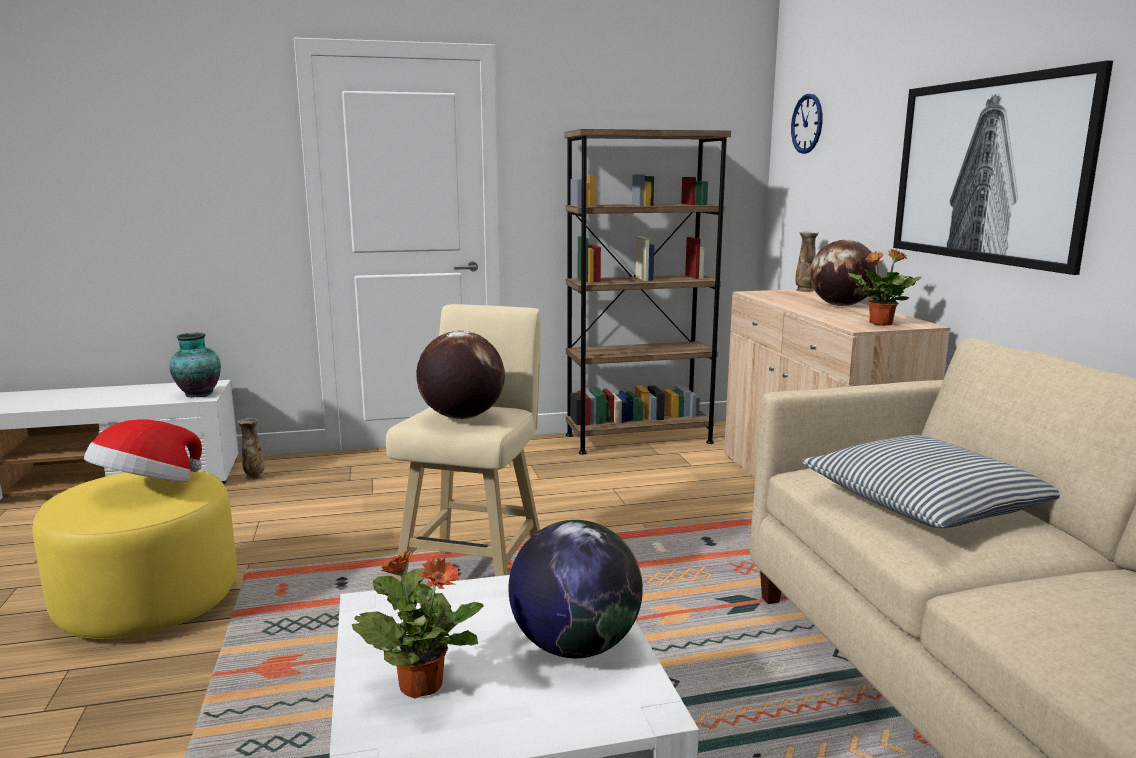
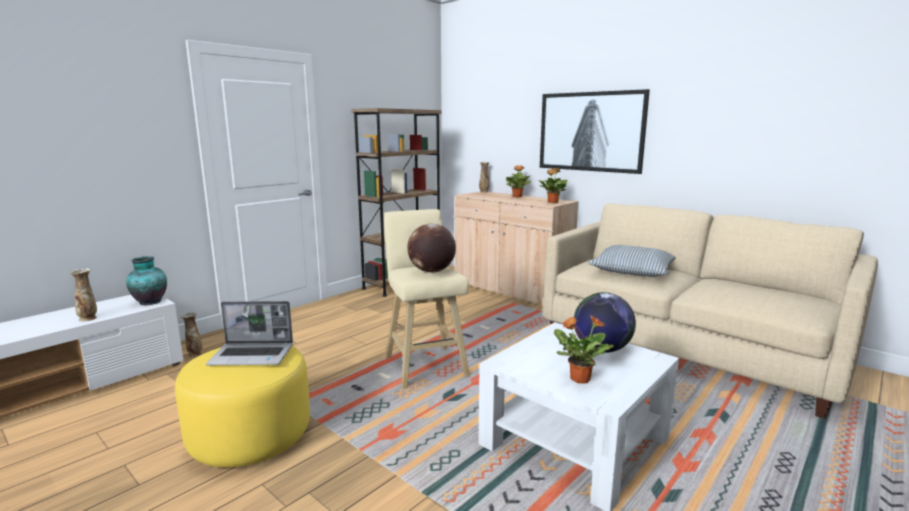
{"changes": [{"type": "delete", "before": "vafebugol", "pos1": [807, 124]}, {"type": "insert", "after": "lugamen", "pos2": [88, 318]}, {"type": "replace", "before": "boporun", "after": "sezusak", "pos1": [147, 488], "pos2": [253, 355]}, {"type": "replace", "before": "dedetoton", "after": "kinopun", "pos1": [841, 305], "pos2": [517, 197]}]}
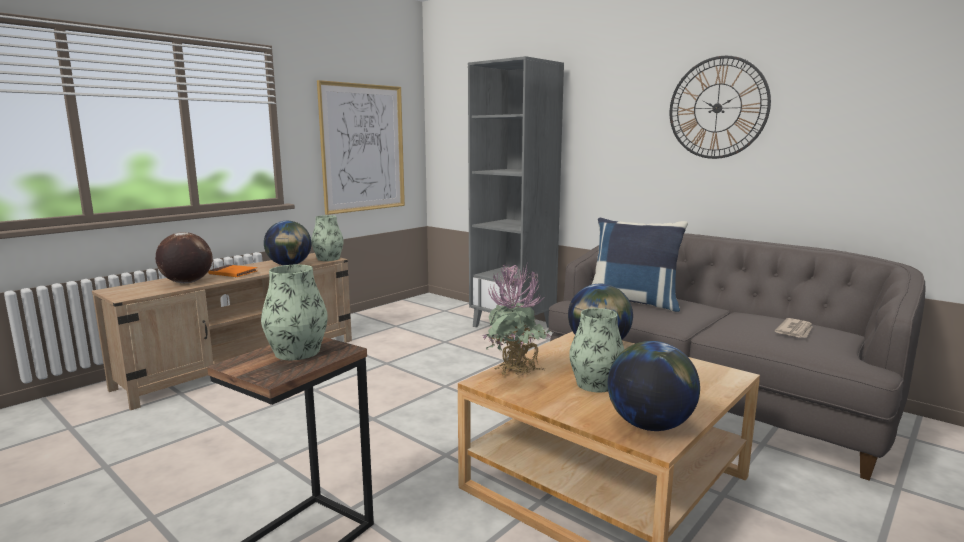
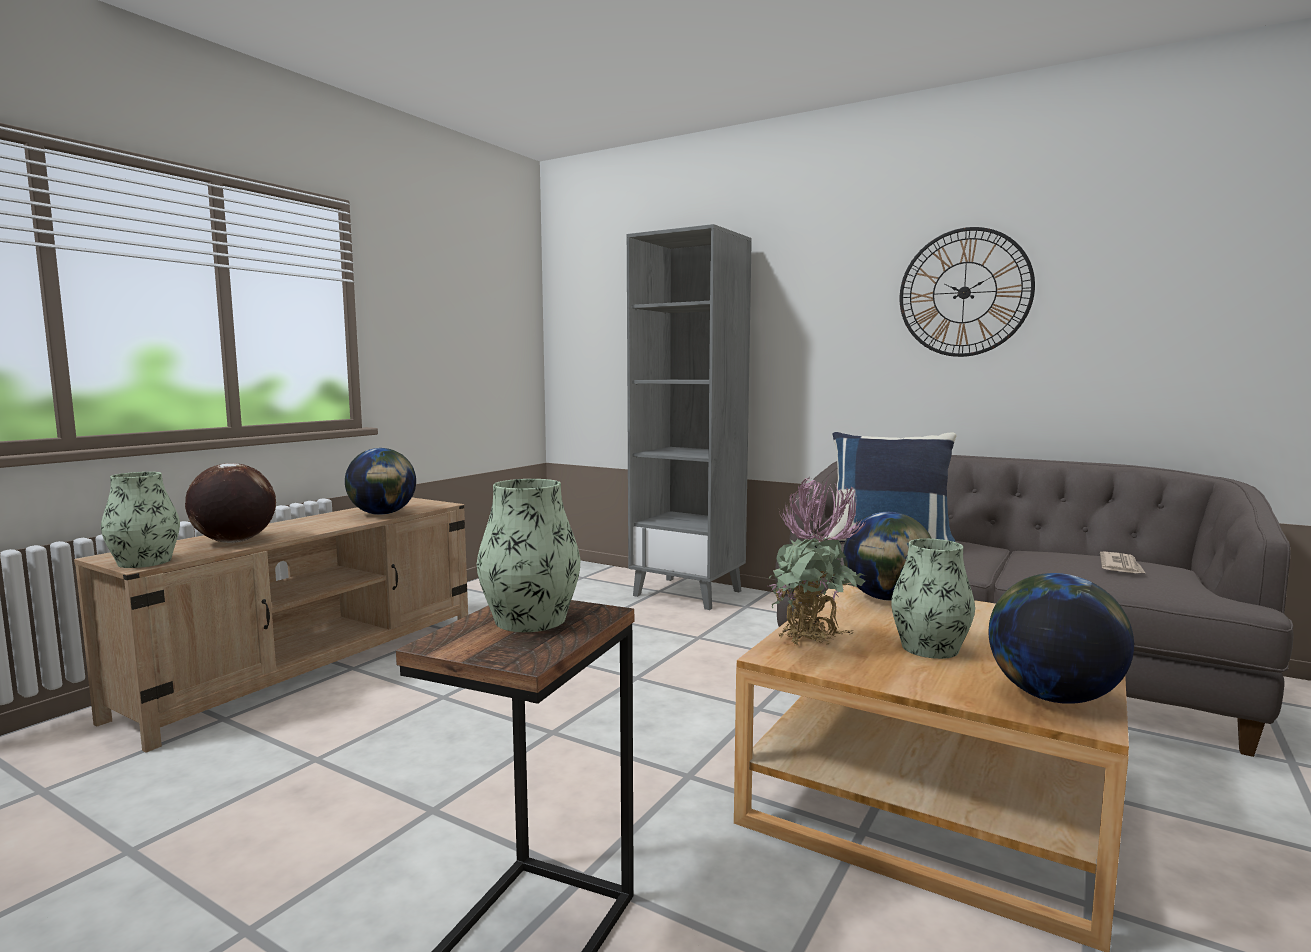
{"changes": [{"type": "delete", "before": "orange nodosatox", "pos1": [233, 273]}, {"type": "delete", "before": "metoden", "pos1": [363, 148]}, {"type": "move", "before": "lugamen", "pos1": [328, 258], "pos2": [145, 562]}]}
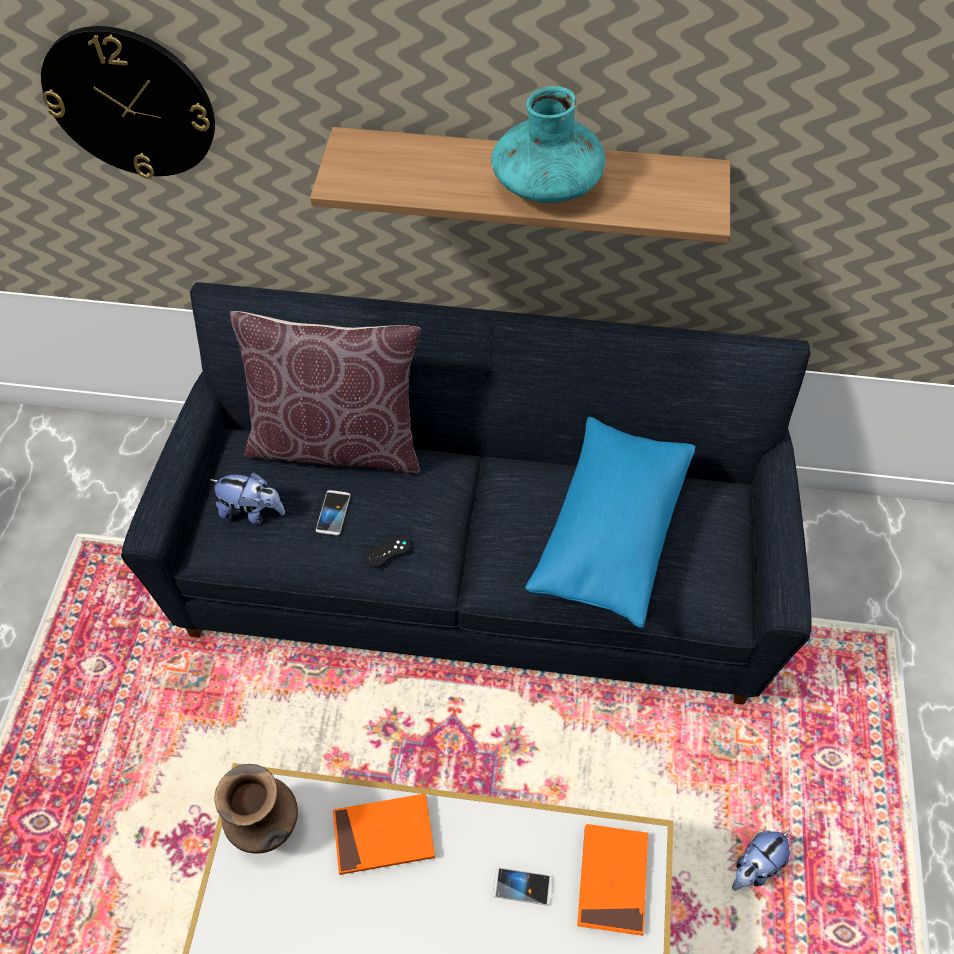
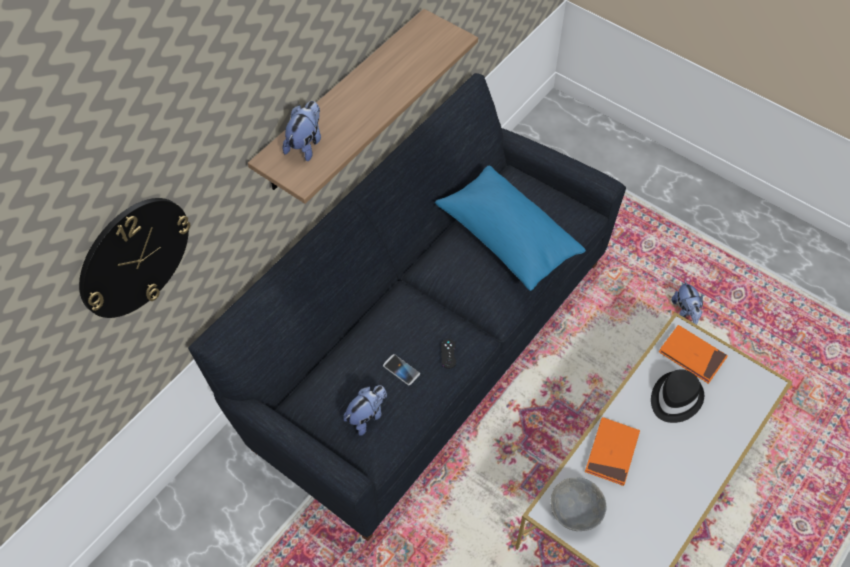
{"changes": [{"type": "delete", "before": "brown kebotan", "pos1": [337, 443]}, {"type": "delete", "before": "turquoise lugamen", "pos1": [546, 185]}, {"type": "insert", "after": "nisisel", "pos2": [306, 144]}, {"type": "replace", "before": "brown lugamen", "after": "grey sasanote", "pos1": [268, 828], "pos2": [575, 512]}, {"type": "replace", "before": "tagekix", "after": "black boporun", "pos1": [522, 886], "pos2": [675, 398]}]}
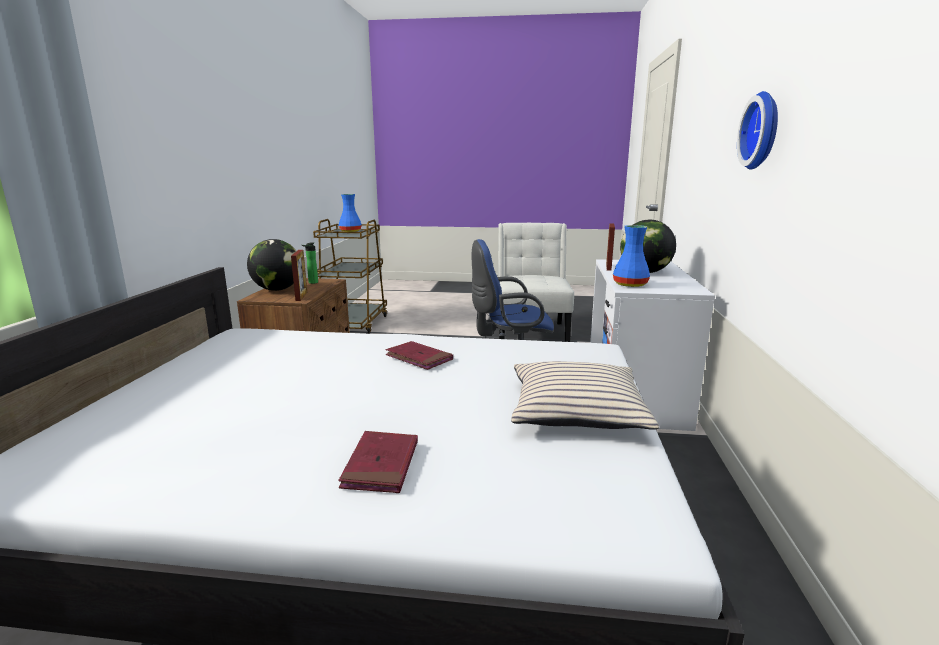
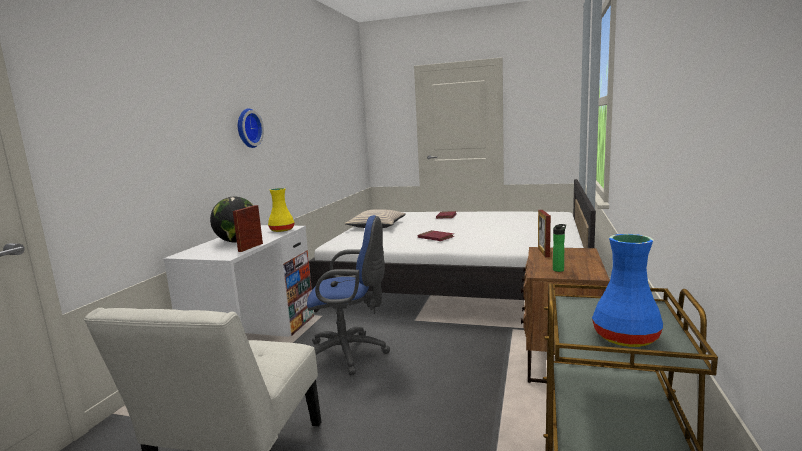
{"changes": [{"type": "delete", "before": "dedetoton", "pos1": [277, 289]}, {"type": "recolor", "before": "blue lugamen", "after": "yellow lugamen", "pos1": [631, 285], "pos2": [282, 230]}]}
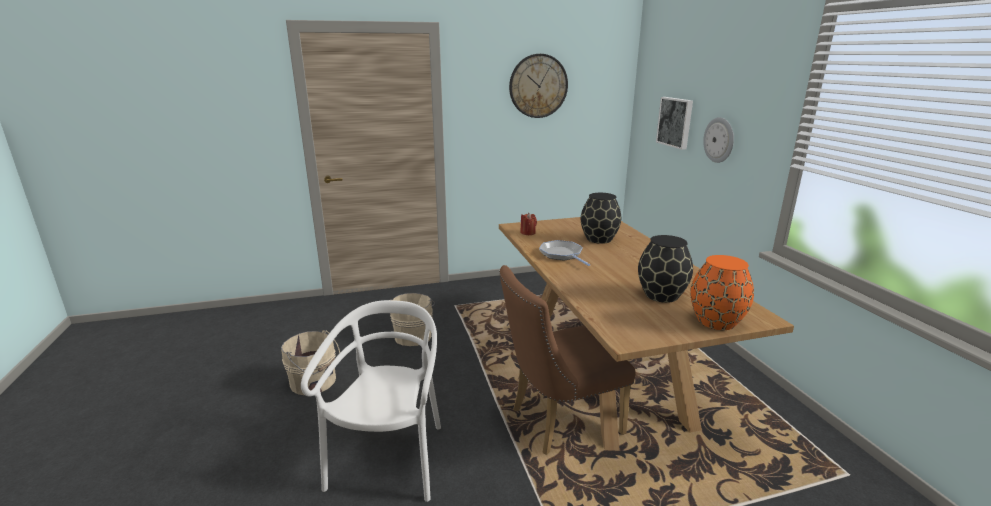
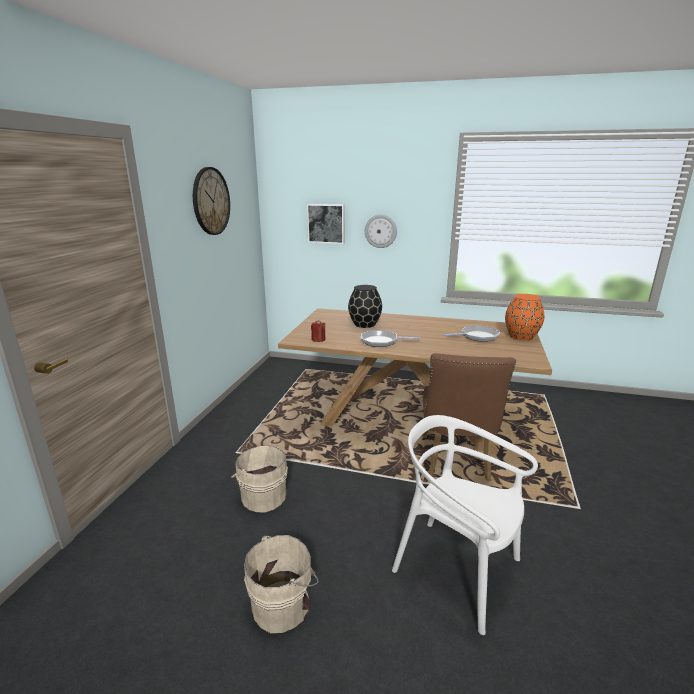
{"changes": [{"type": "replace", "before": "black lugamen", "after": "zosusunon", "pos1": [661, 295], "pos2": [477, 336]}]}
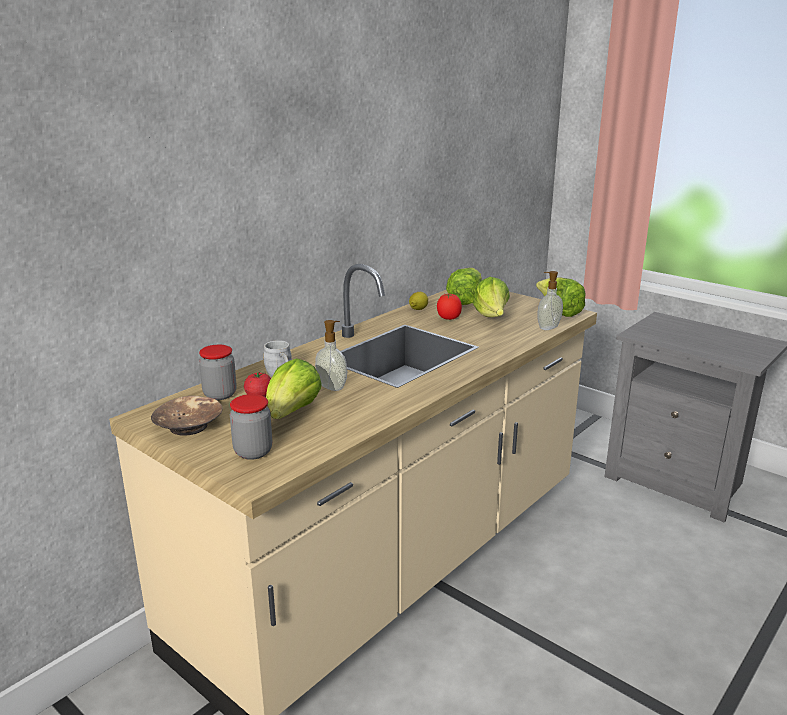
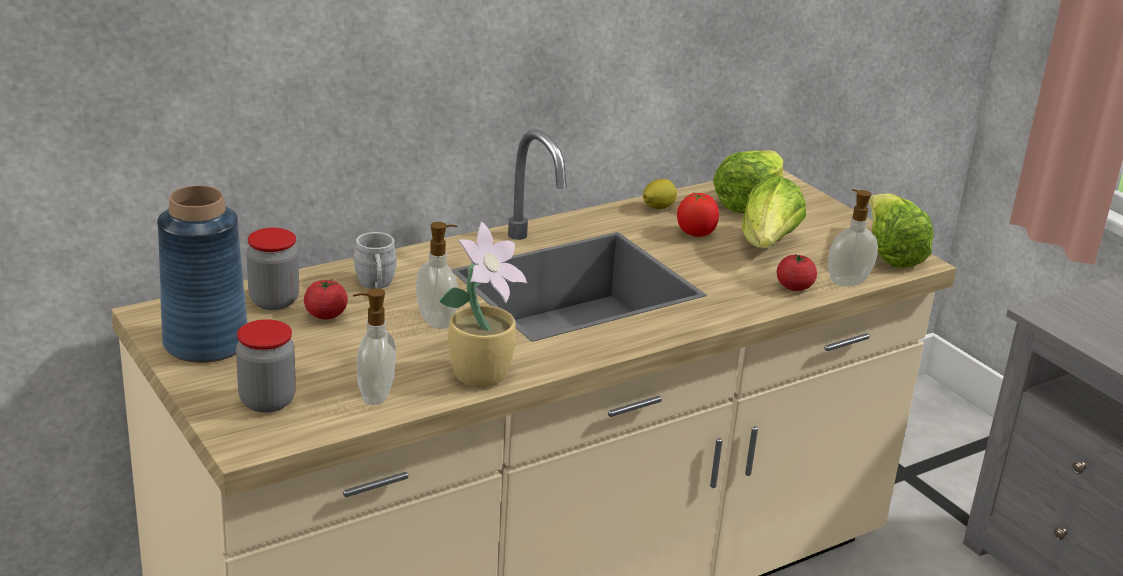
{"changes": [{"type": "delete", "before": "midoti", "pos1": [291, 414]}, {"type": "insert", "after": "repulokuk", "pos2": [374, 395]}, {"type": "insert", "after": "kinopun", "pos2": [483, 374]}, {"type": "insert", "after": "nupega", "pos2": [794, 287]}, {"type": "replace", "before": "brown sasanote", "after": "blue lugamen", "pos1": [189, 426], "pos2": [206, 343]}]}
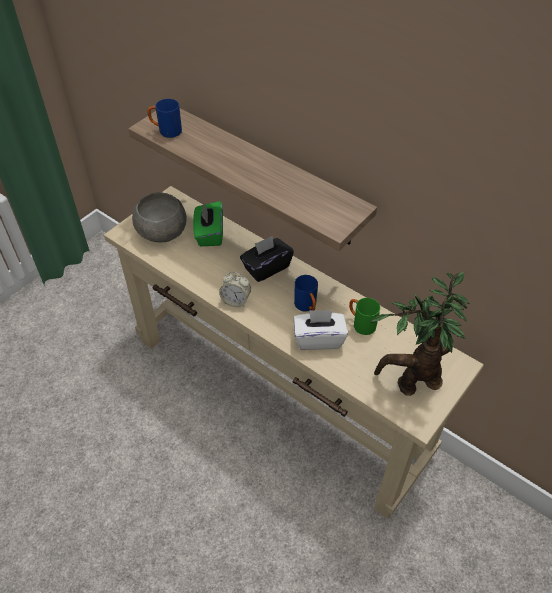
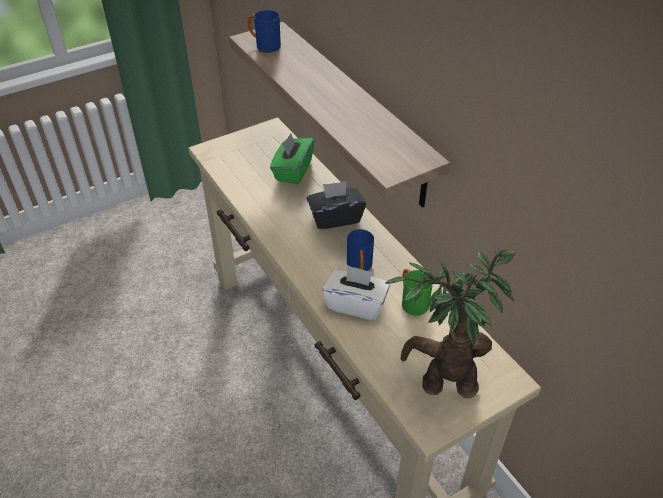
{"changes": [{"type": "delete", "before": "grey sasanote", "pos1": [162, 232]}, {"type": "delete", "before": "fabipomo", "pos1": [236, 301]}]}
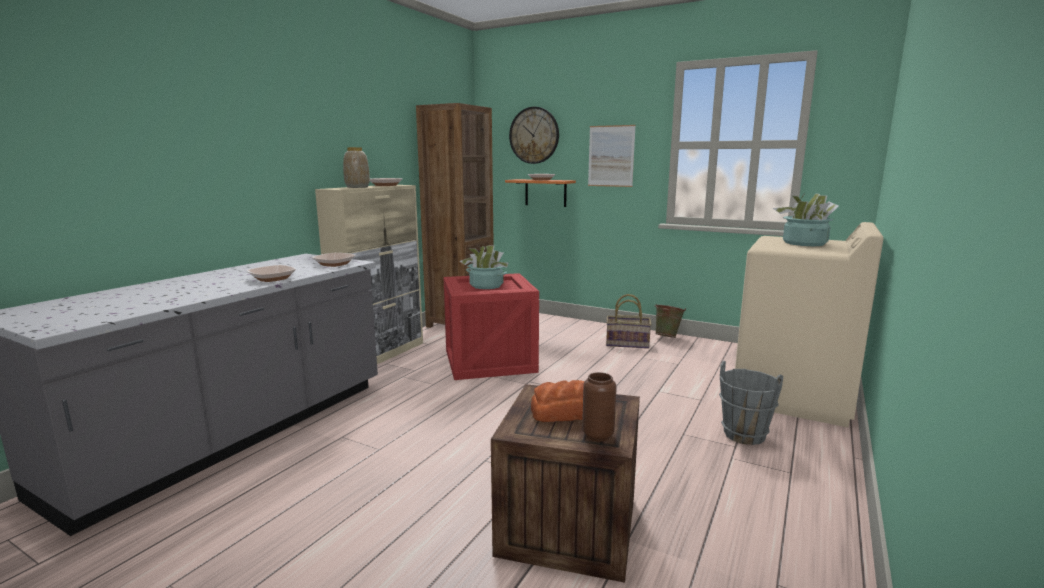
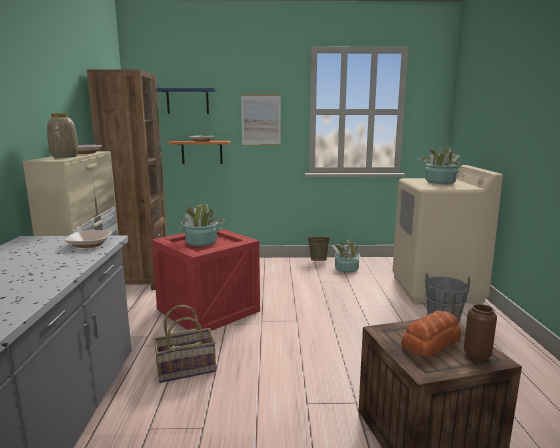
{"changes": [{"type": "delete", "before": "sasanote", "pos1": [272, 279]}, {"type": "insert", "after": "kinopun", "pos2": [346, 269]}, {"type": "move", "before": "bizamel", "pos1": [627, 343], "pos2": [186, 369]}, {"type": "replace", "before": "vafebugol", "after": "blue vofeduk", "pos1": [534, 135], "pos2": [187, 101]}]}
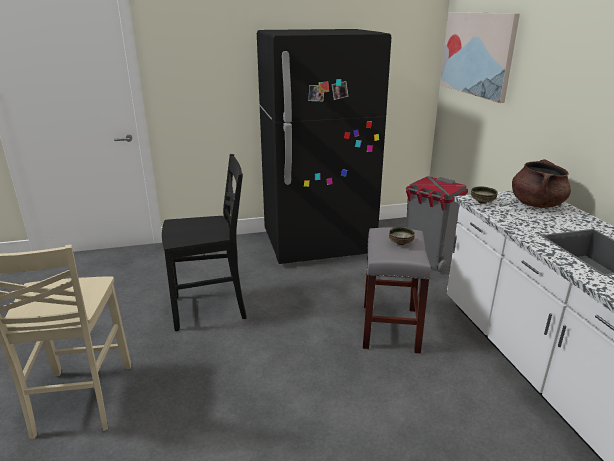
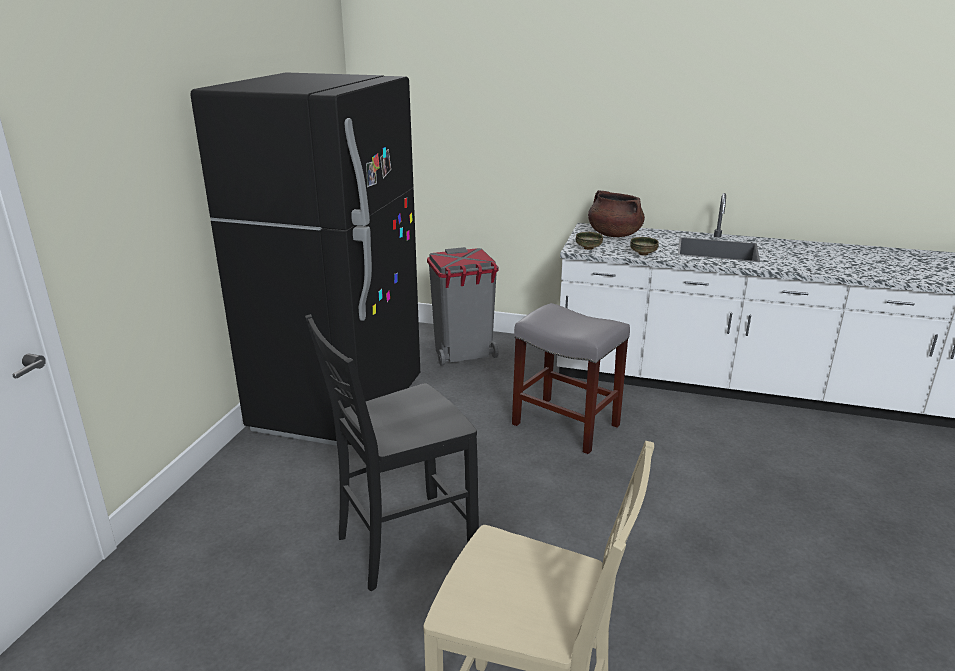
{"changes": [{"type": "delete", "before": "metoden", "pos1": [477, 54]}, {"type": "move", "before": "sasanote", "pos1": [401, 243], "pos2": [643, 254]}, {"type": "rotate", "before": "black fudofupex", "pos1": [211, 309], "pos2": [402, 544], "turn": -135}]}
